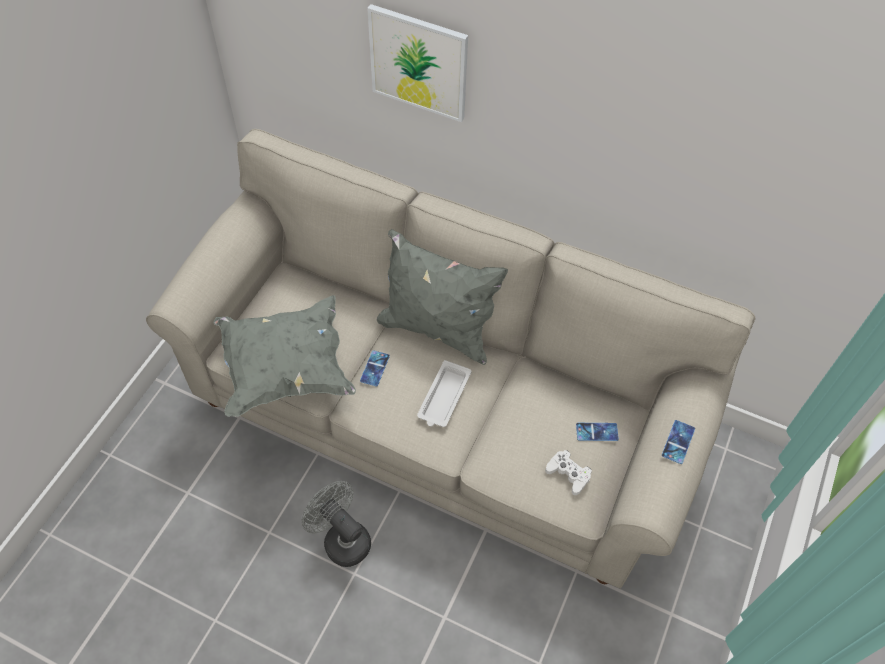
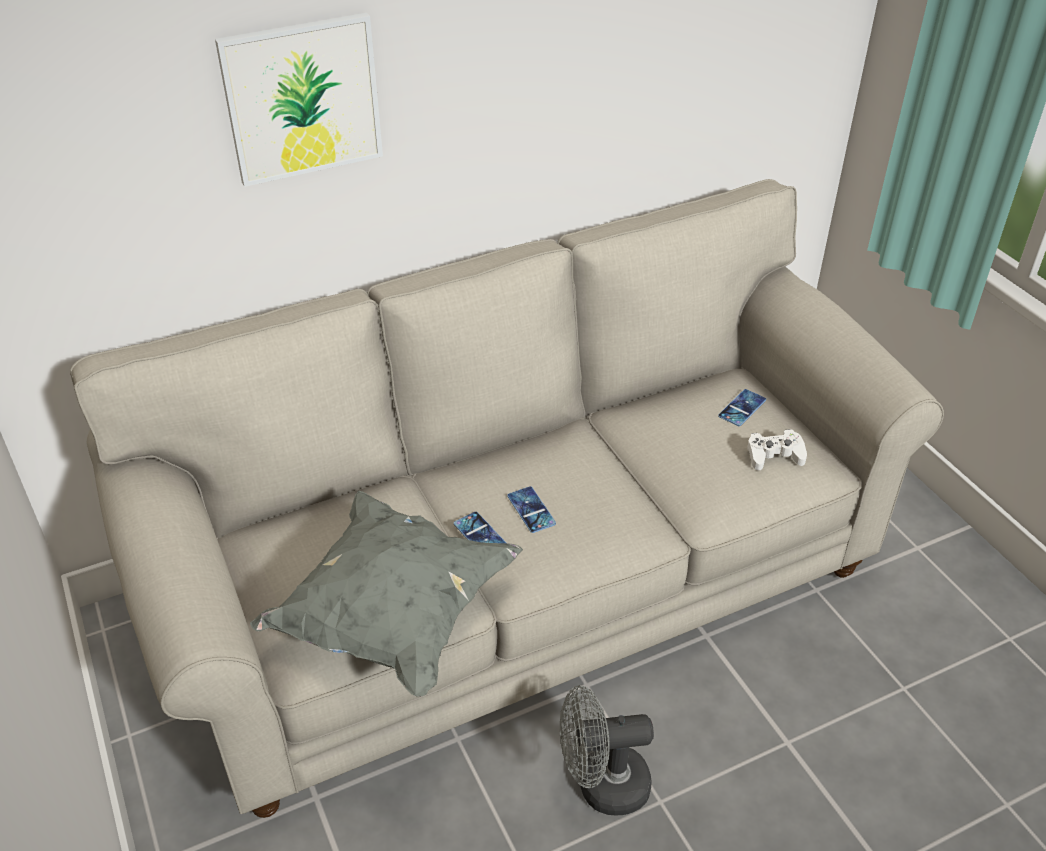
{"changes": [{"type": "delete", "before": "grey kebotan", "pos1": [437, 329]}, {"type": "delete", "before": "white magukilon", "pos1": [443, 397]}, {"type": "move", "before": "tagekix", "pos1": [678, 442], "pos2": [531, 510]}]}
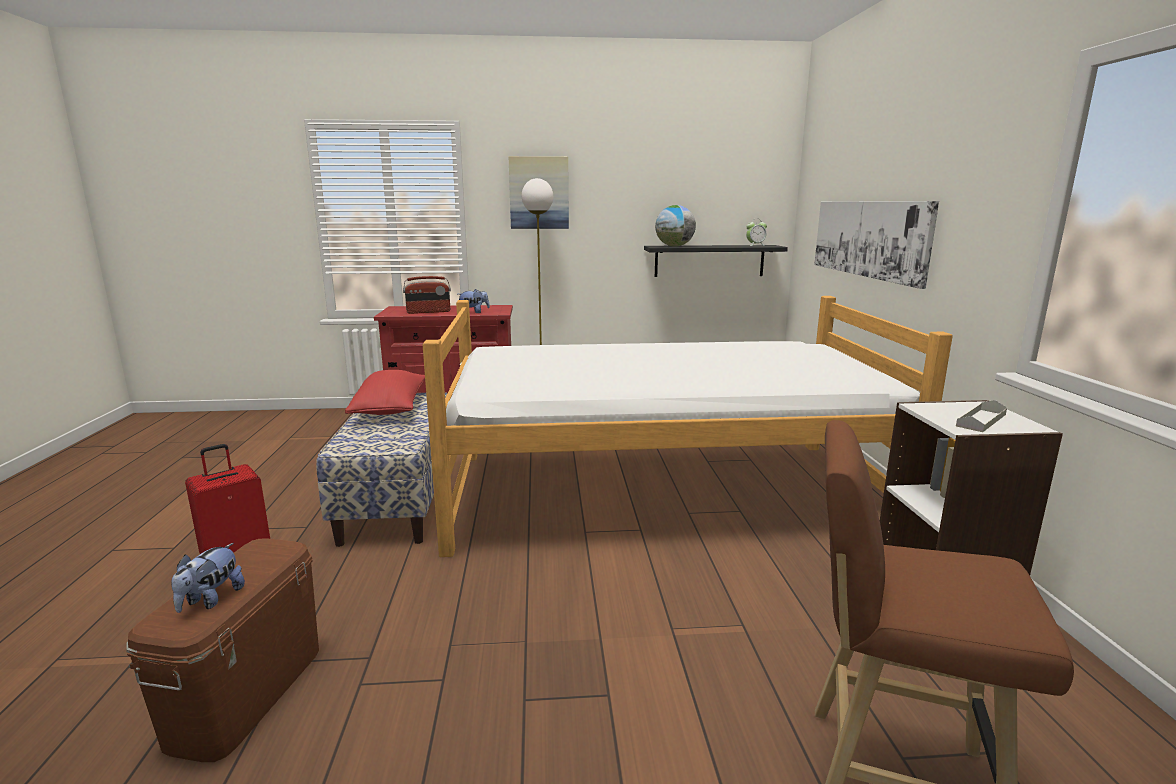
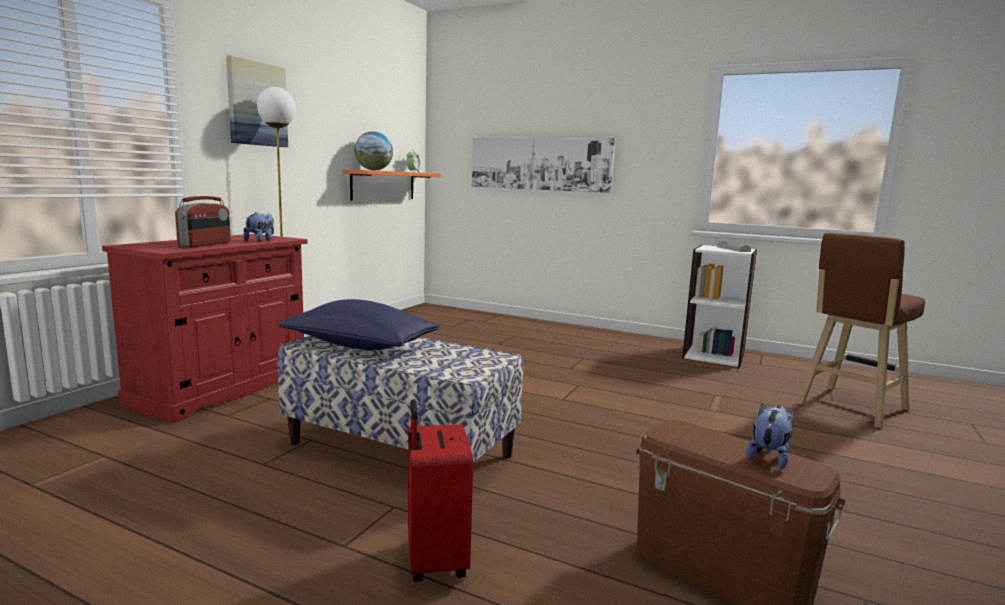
{"changes": [{"type": "delete", "before": "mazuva", "pos1": [662, 492]}, {"type": "recolor", "before": "red kebotan", "after": "blue kebotan", "pos1": [390, 409], "pos2": [360, 346]}, {"type": "recolor", "before": "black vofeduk", "after": "orange vofeduk", "pos1": [709, 261], "pos2": [383, 185]}, {"type": "rotate", "before": "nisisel", "pos1": [211, 600], "pos2": [769, 457], "turn": -105}]}
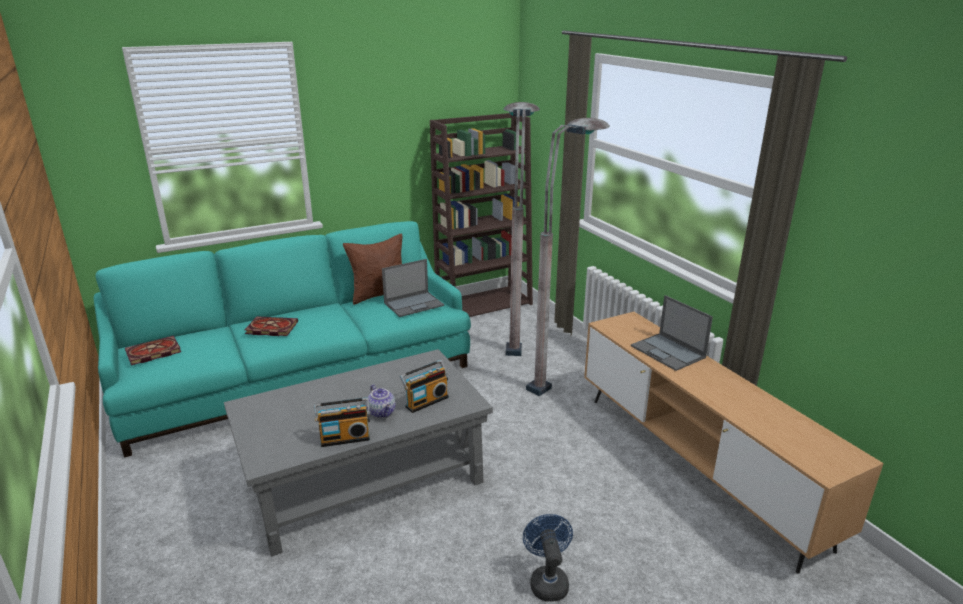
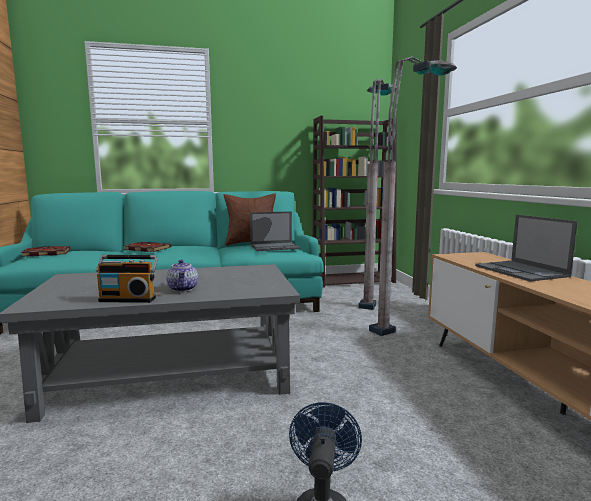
{"changes": [{"type": "delete", "before": "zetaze", "pos1": [426, 401]}]}
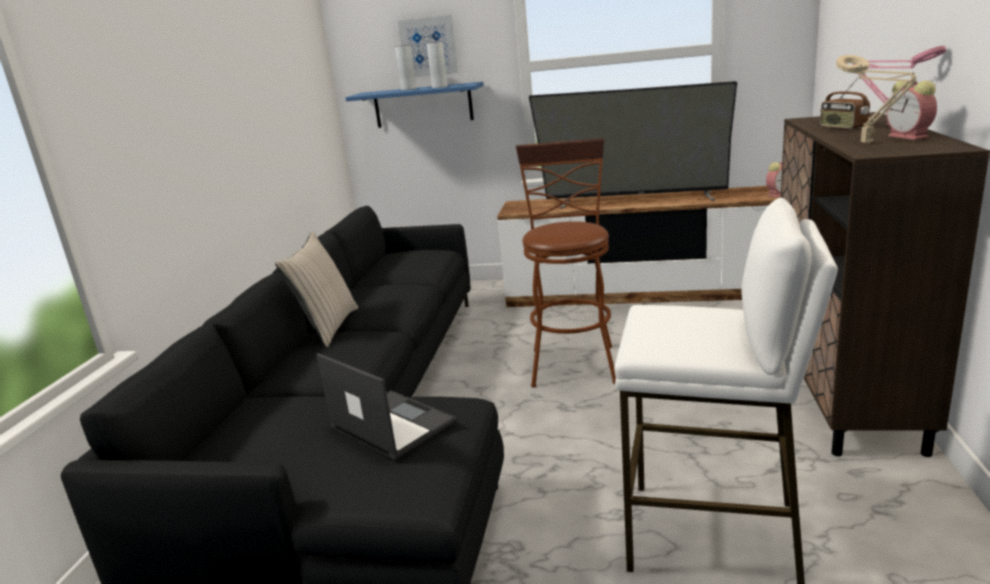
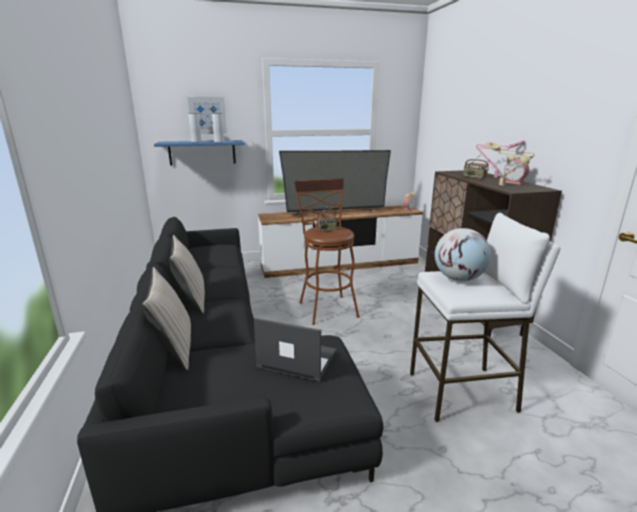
{"changes": [{"type": "insert", "after": "beige kebotan", "pos2": [174, 349]}, {"type": "insert", "after": "zetaze", "pos2": [326, 230]}, {"type": "insert", "after": "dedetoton", "pos2": [458, 279]}]}
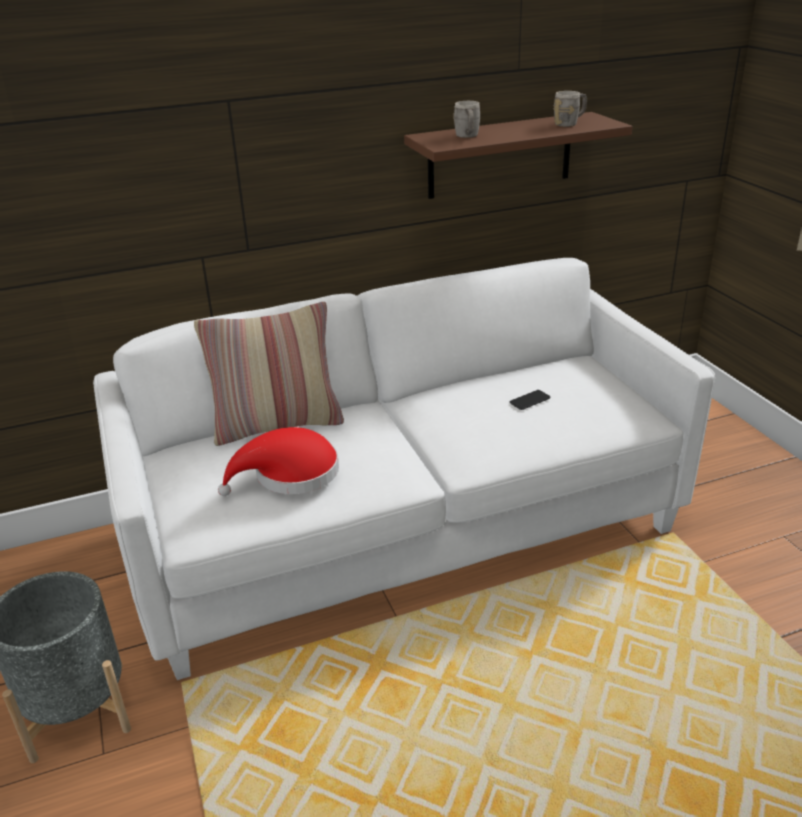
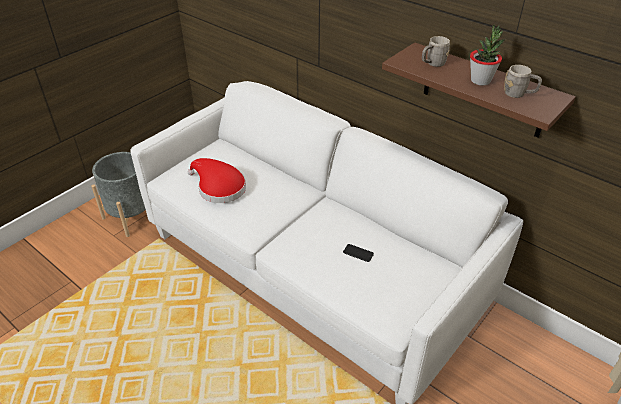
{"changes": [{"type": "delete", "before": "kebotan", "pos1": [277, 425]}, {"type": "insert", "after": "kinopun", "pos2": [480, 81]}]}
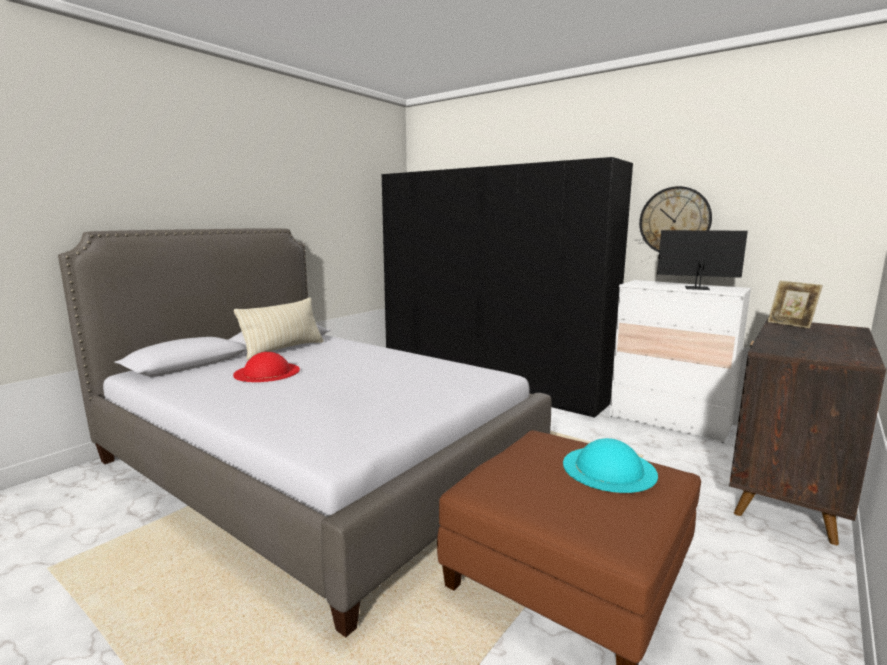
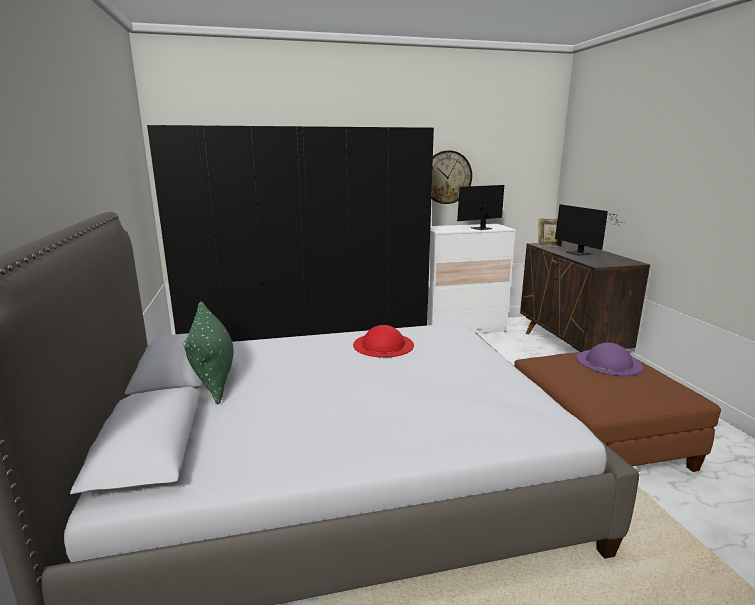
{"changes": [{"type": "insert", "after": "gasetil", "pos2": [580, 253]}, {"type": "move", "before": "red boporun", "pos1": [267, 372], "pos2": [383, 345]}, {"type": "recolor", "before": "beige kebotan", "after": "green kebotan", "pos1": [283, 349], "pos2": [213, 376]}, {"type": "recolor", "before": "turquoise boporun", "after": "purple boporun", "pos1": [609, 468], "pos2": [608, 362]}]}
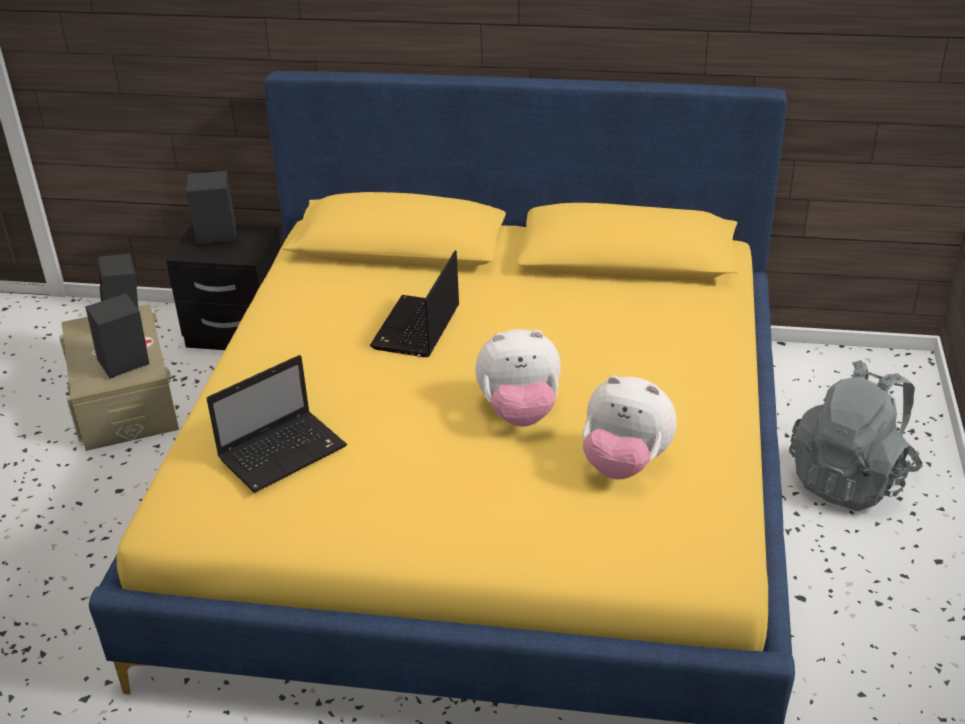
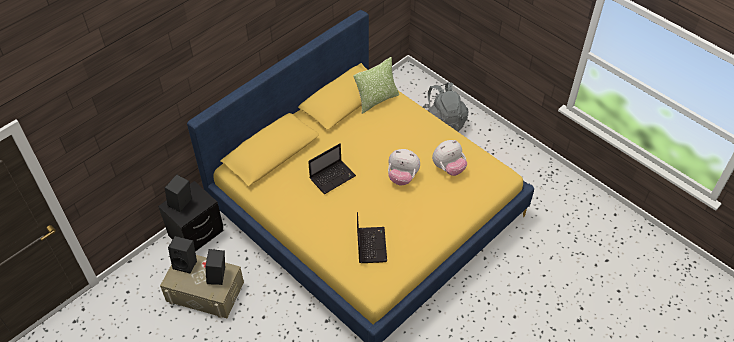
{"changes": [{"type": "insert", "after": "kebotan", "pos2": [376, 100]}, {"type": "rotate", "before": "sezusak", "pos1": [416, 329], "pos2": [333, 177], "turn": -90}, {"type": "rotate", "before": "nisisel", "pos1": [519, 413], "pos2": [402, 177], "turn": 75}]}
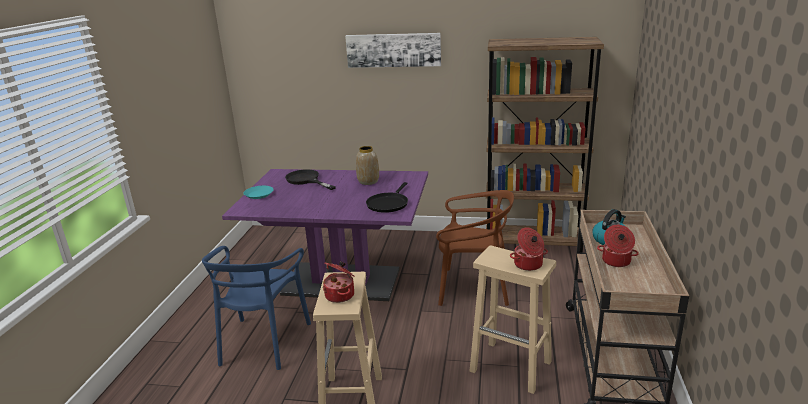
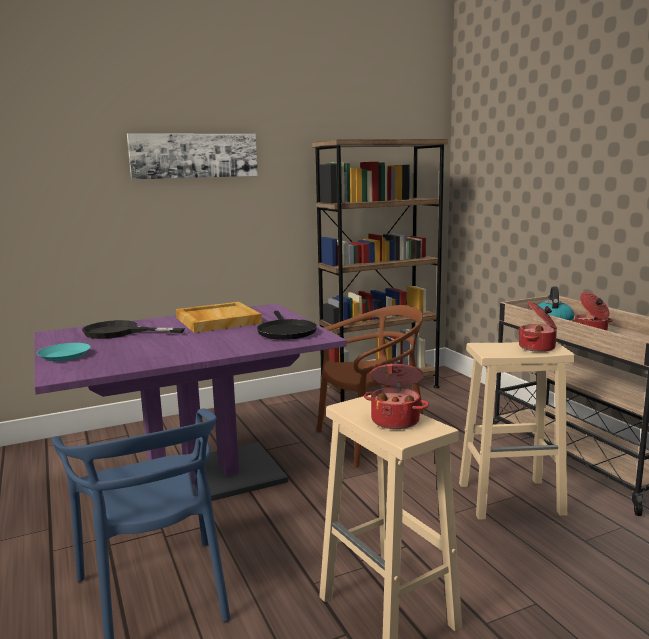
{"changes": [{"type": "replace", "before": "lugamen", "after": "beige magukilon", "pos1": [368, 181], "pos2": [217, 320]}]}
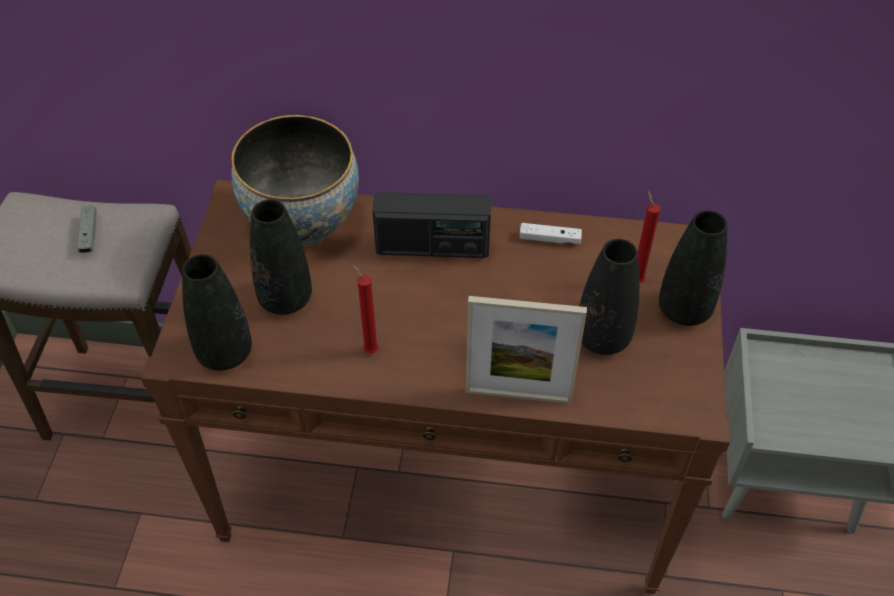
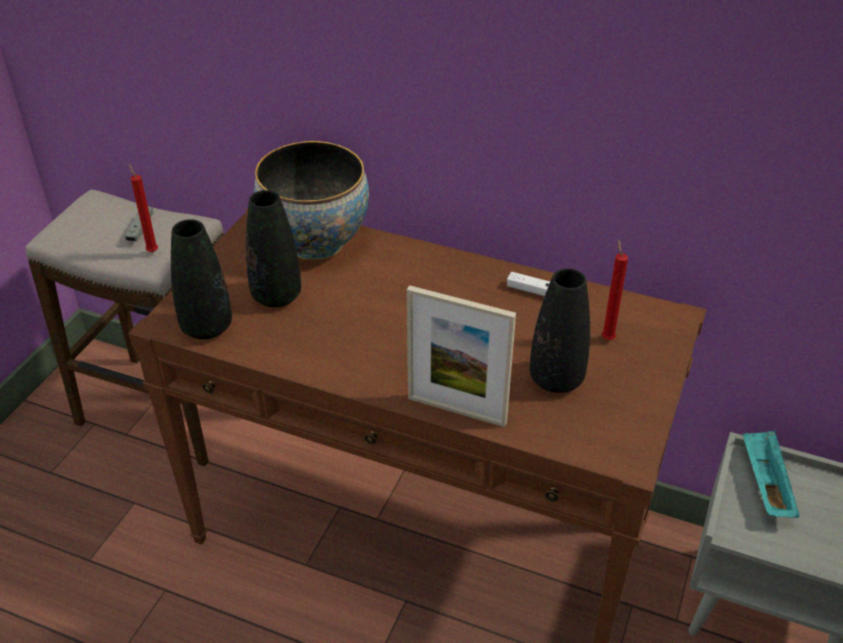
{"changes": [{"type": "delete", "before": "zetaze", "pos1": [432, 247]}, {"type": "delete", "before": "black lugamen", "pos1": [684, 310]}, {"type": "insert", "after": "turquoise magukilon", "pos2": [764, 484]}, {"type": "move", "before": "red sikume", "pos1": [369, 350], "pos2": [152, 251]}]}
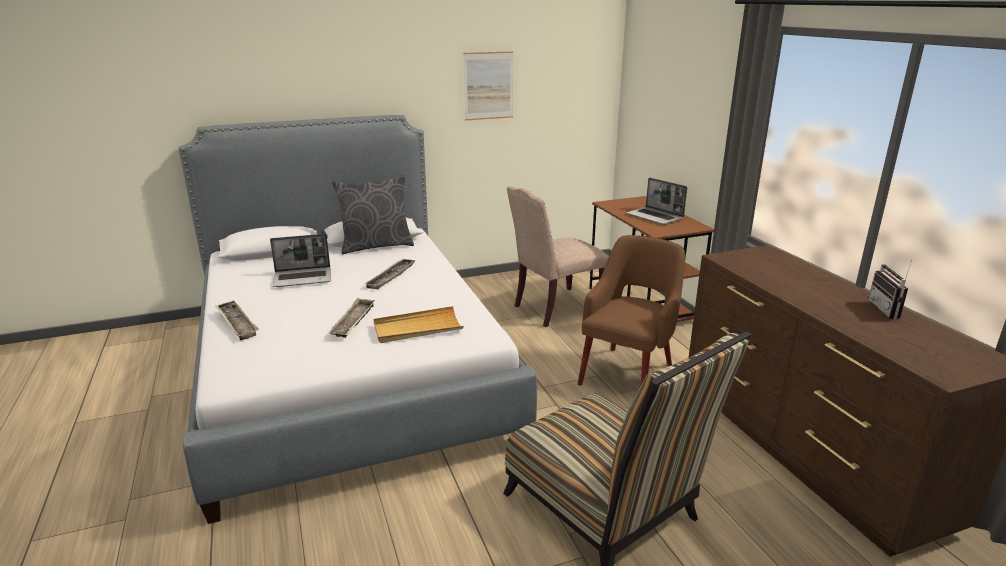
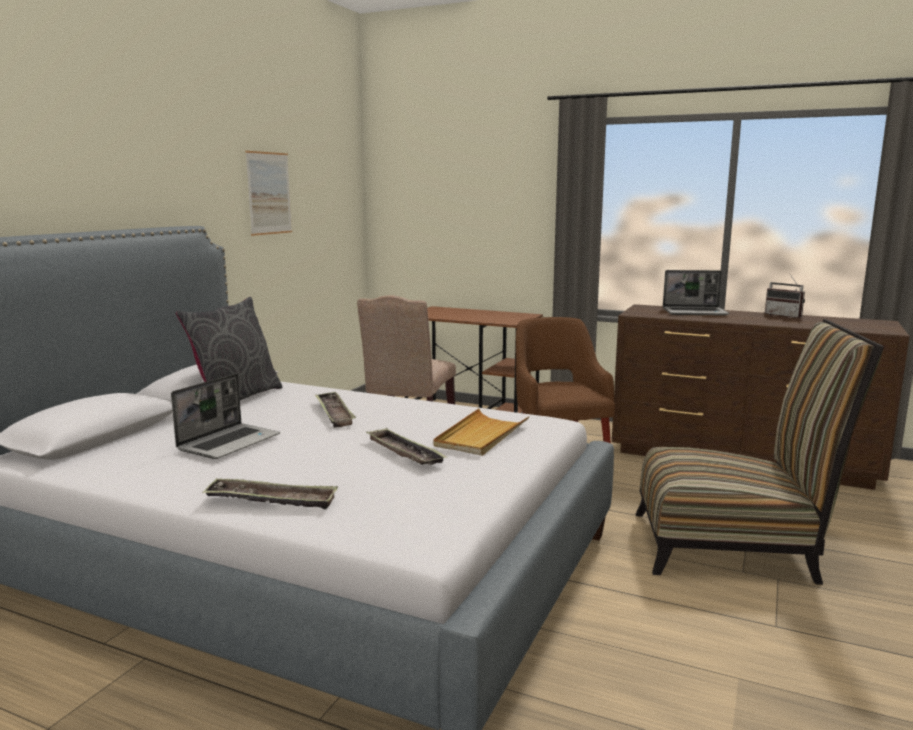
{"changes": [{"type": "move", "before": "sezusak", "pos1": [655, 217], "pos2": [695, 312]}]}
